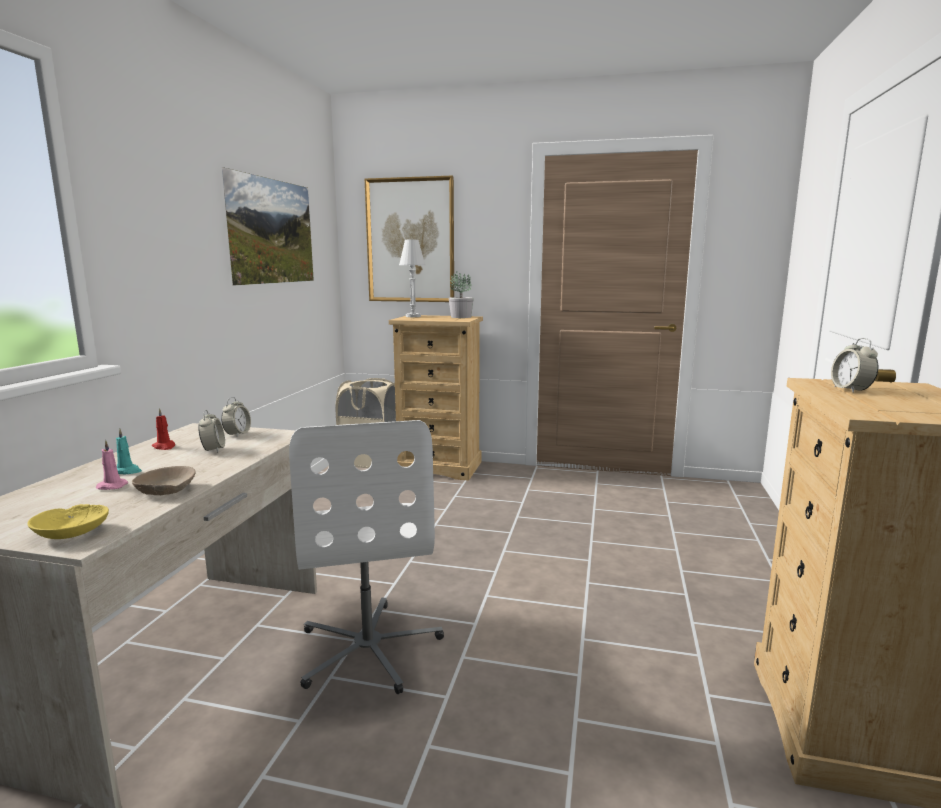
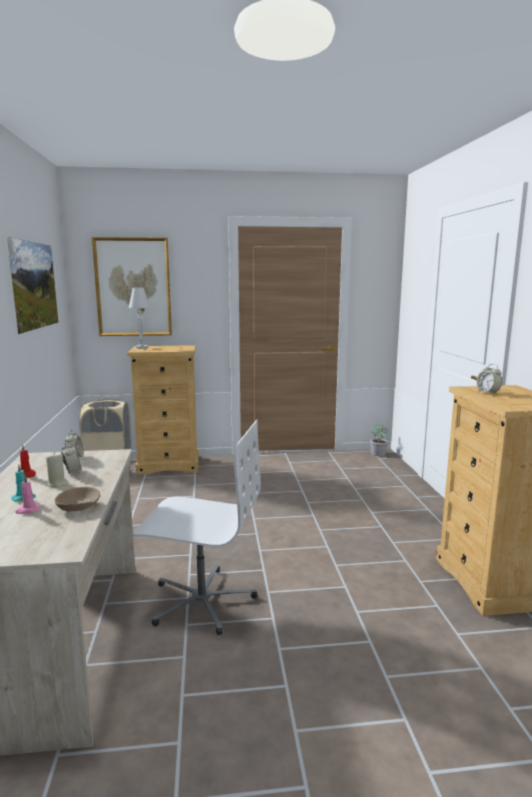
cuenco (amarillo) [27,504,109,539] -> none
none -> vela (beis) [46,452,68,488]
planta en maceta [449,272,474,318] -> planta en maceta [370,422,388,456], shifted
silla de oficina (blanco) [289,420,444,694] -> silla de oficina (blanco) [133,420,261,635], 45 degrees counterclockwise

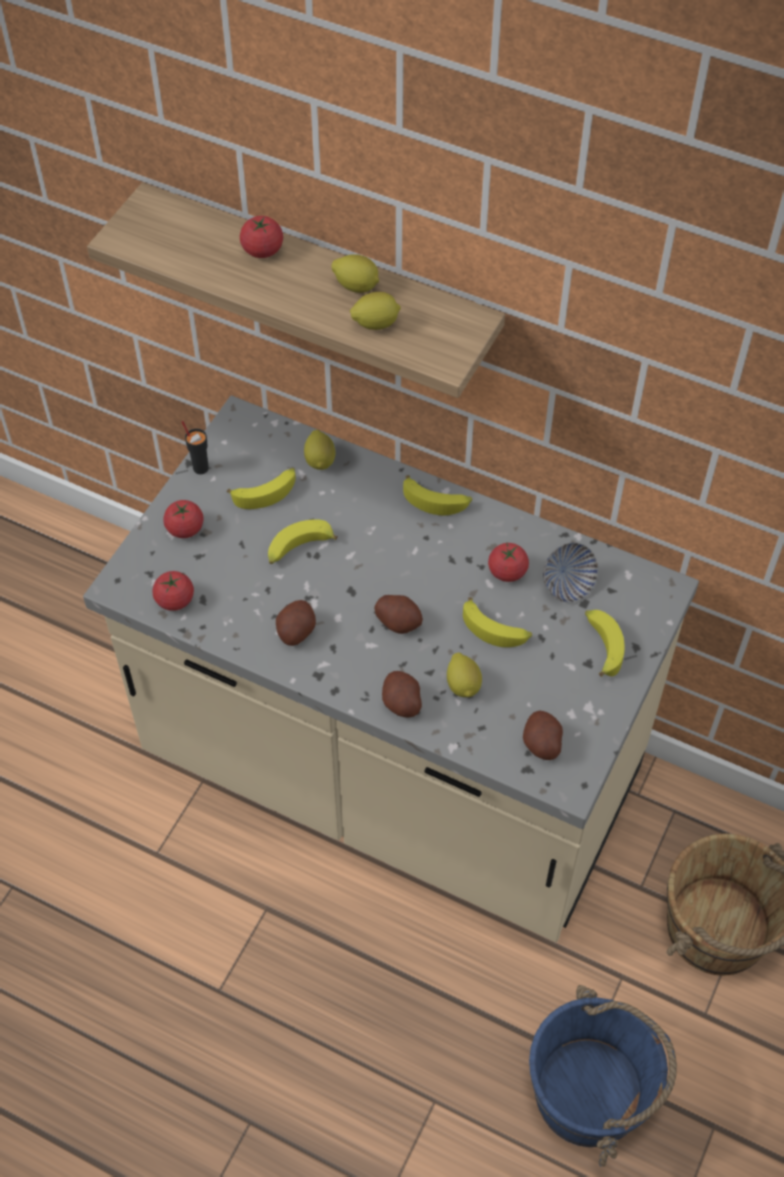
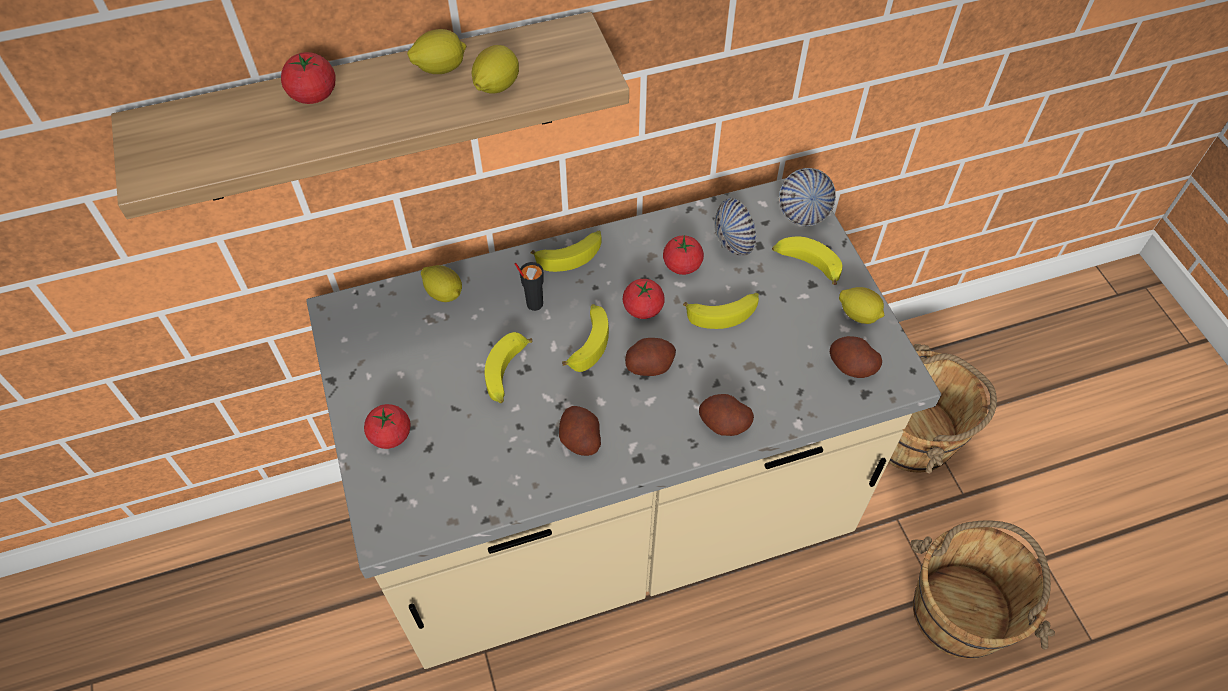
none -> cuenco [779,168,836,226]
tomate [152,571,194,611] -> tomate [623,279,665,319], shifted
taza (negro) [182,421,209,474] -> taza (negro) [515,262,544,311], shifted
plátano [227,468,296,509] -> plátano [562,304,609,372], shifted
limón [447,653,482,697] -> limón [839,287,884,324], shifted
cubo (azul) [529,985,677,1167] -> cubo (marrón) [911,521,1055,659]

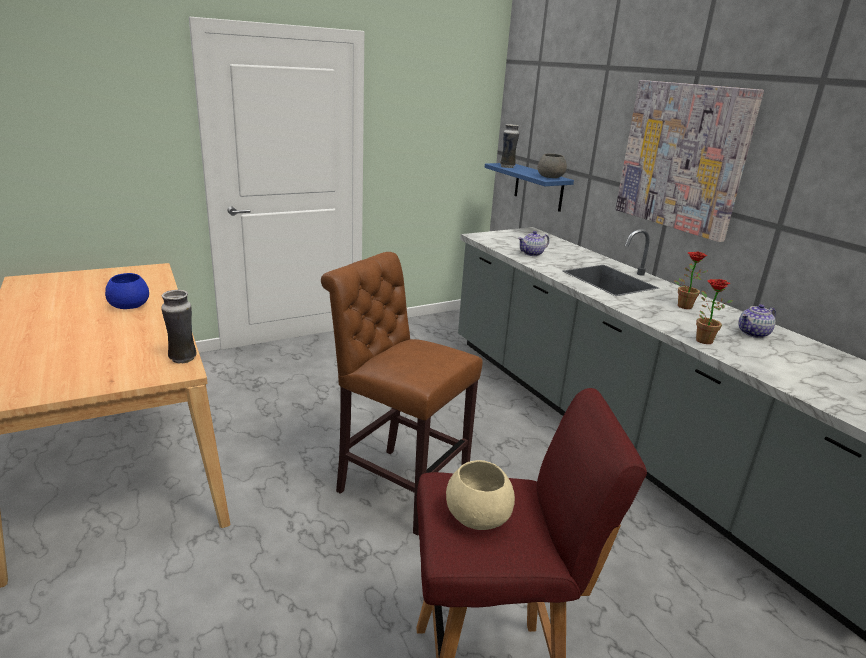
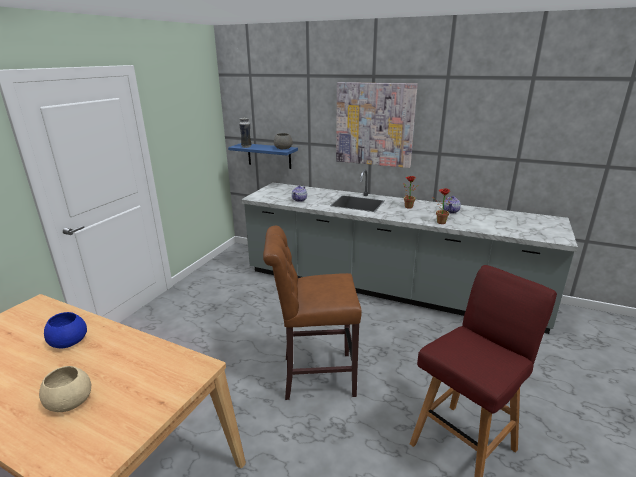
florero [161,290,197,363] -> none
cuenco (beis) [446,460,515,530] -> cuenco (beis) [39,366,91,412], shifted

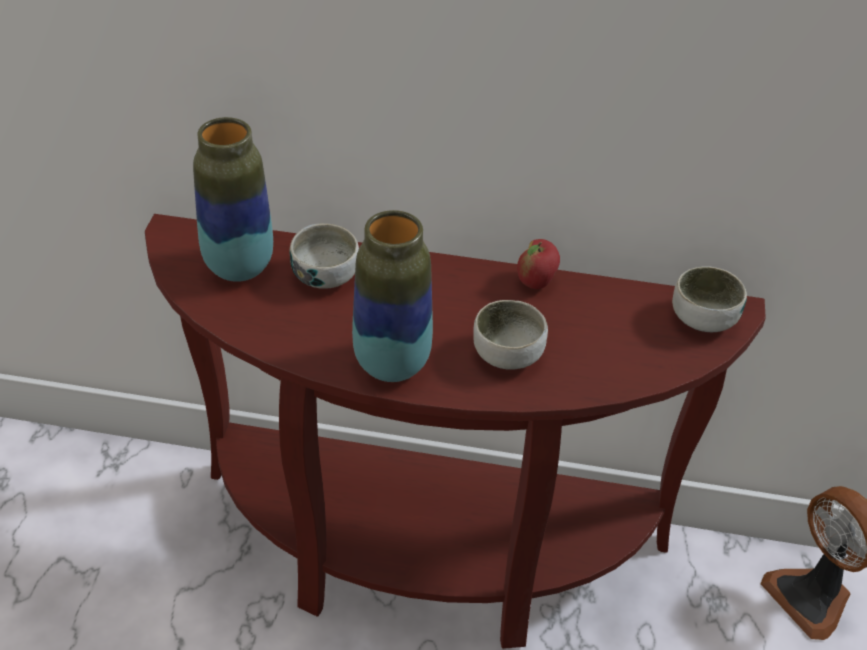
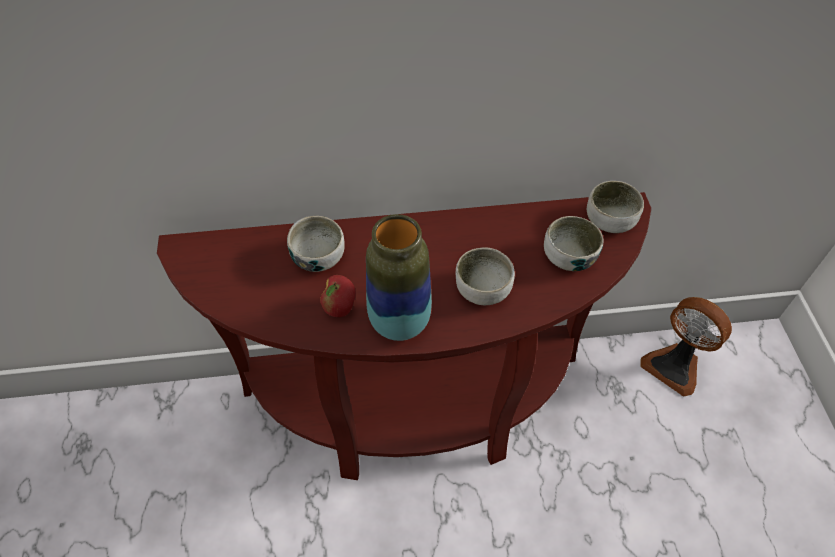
florero [193,117,273,282] -> none
none -> cuenco [544,216,604,271]
manzana [517,239,560,289] -> manzana [320,275,356,317], shifted

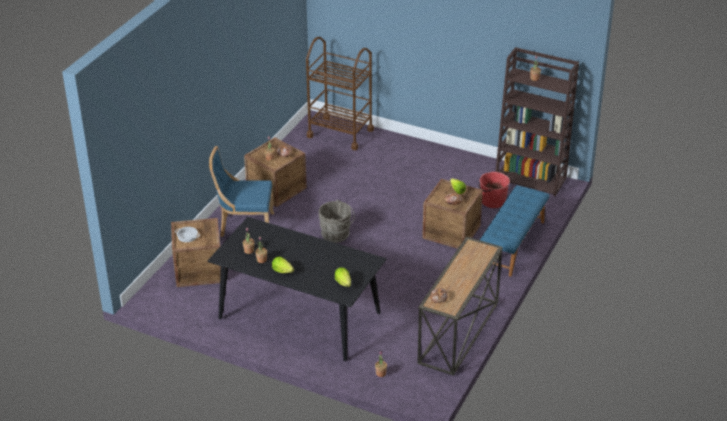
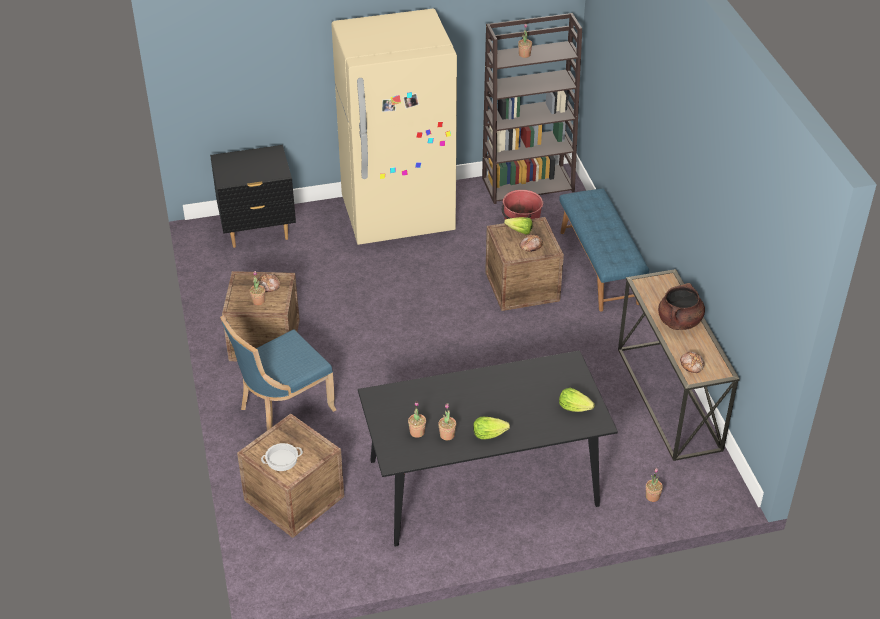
cubo (gris) [318,200,354,243] -> none
none -> nevera (beis) [331,9,457,245]
none -> olla (marrón) [658,283,705,330]
carrito (marrón) [306,37,374,150] -> mesita de noche (negro) [210,145,296,248]

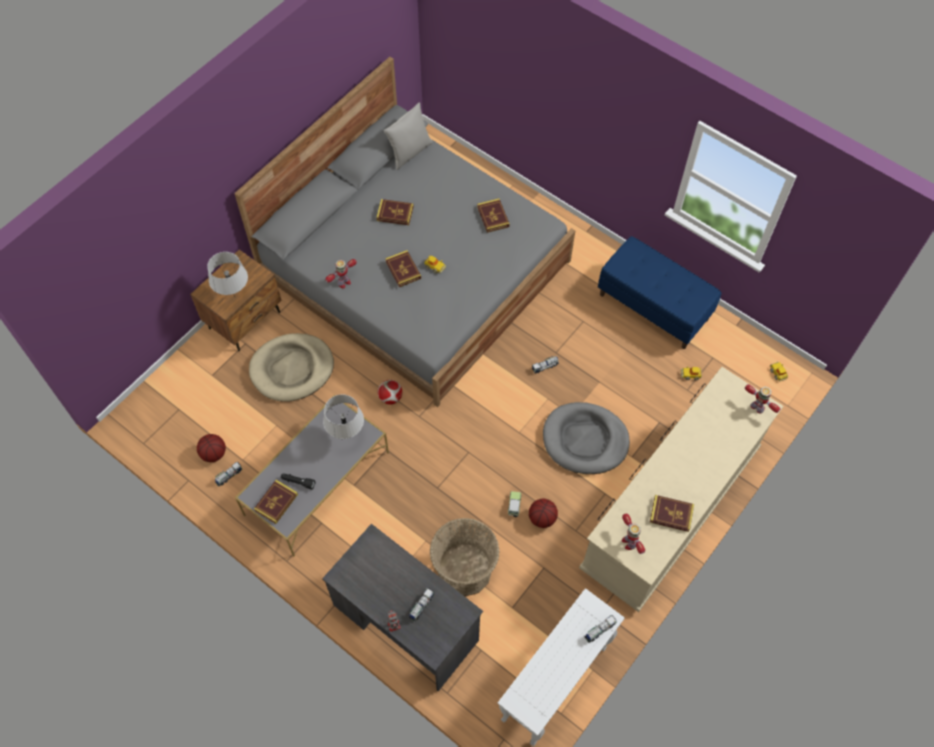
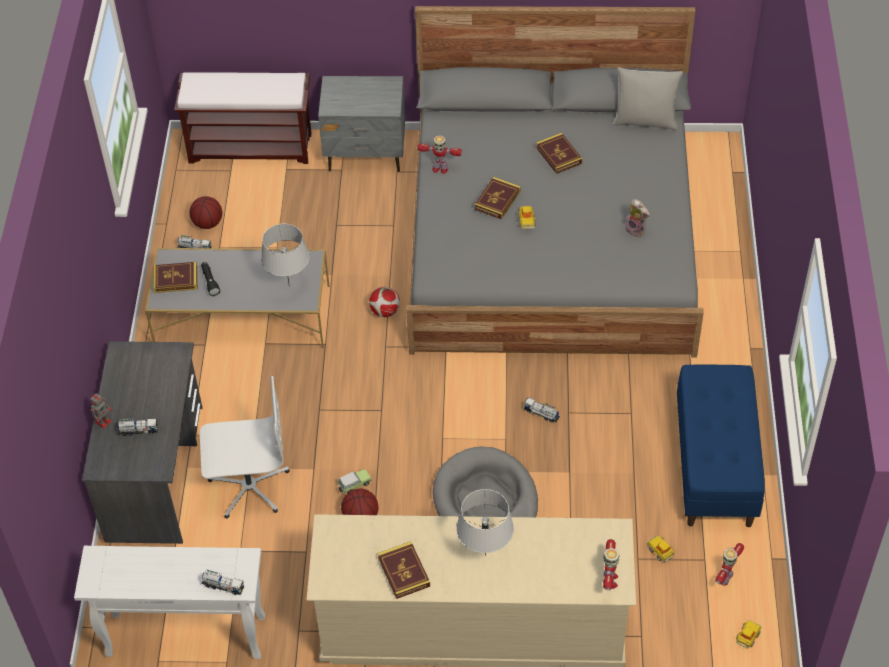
cama para perro (beis) [249,333,334,402] -> none
none -> banco (marrón) [174,72,312,164]
lámpara de mesa (gris) [207,252,248,297] -> lámpara de mesa (gris) [456,489,514,556], shifted
robot de juguete [622,513,645,554] -> robot de juguete [715,543,744,586], shifted
cesta [430,518,499,597] -> silla de oficina (blanco) [200,376,290,519]
libro [477,198,510,233] -> peluche [625,199,650,238]
mesita de noche (marrón) [190,249,282,351] -> mesita de noche (gris) [318,76,405,172]

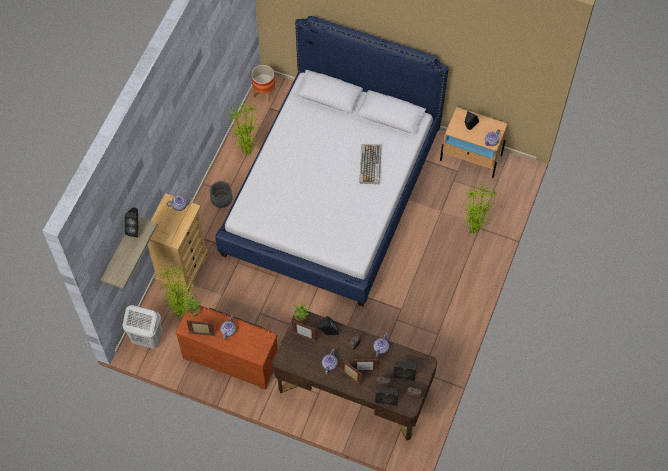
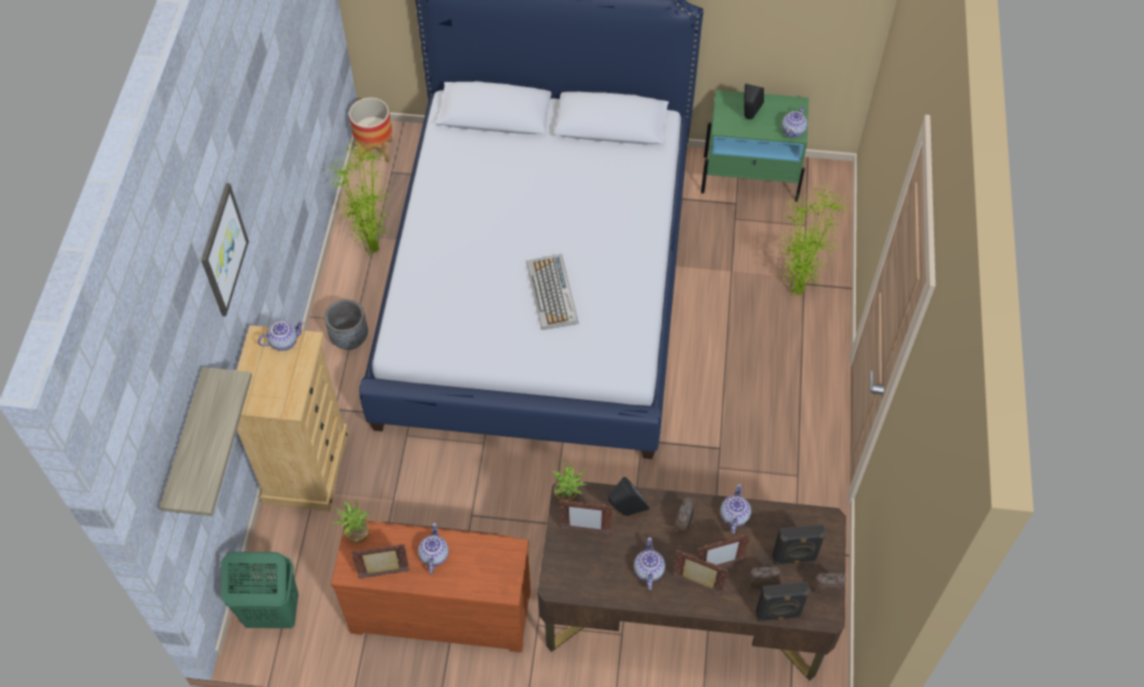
altavoz (negro) [125,208,138,237] -> none
planta en maceta [160,265,197,319] -> none
none -> cuadro [201,183,249,316]
teclado [359,144,382,184] -> teclado [526,254,579,330], shifted
cesto de la ropa (blanco) [123,305,162,349] -> cesto de la ropa (verde) [221,552,298,628]
mesita de noche (beis) [440,107,508,178] -> mesita de noche (verde) [701,90,809,202]

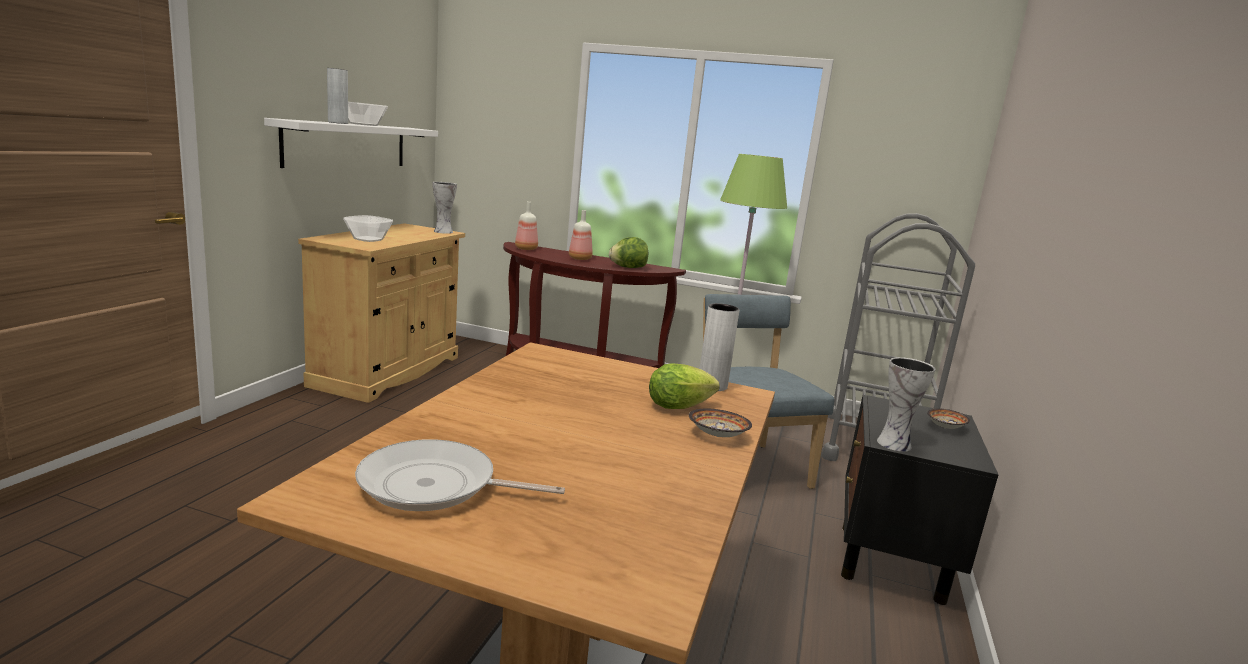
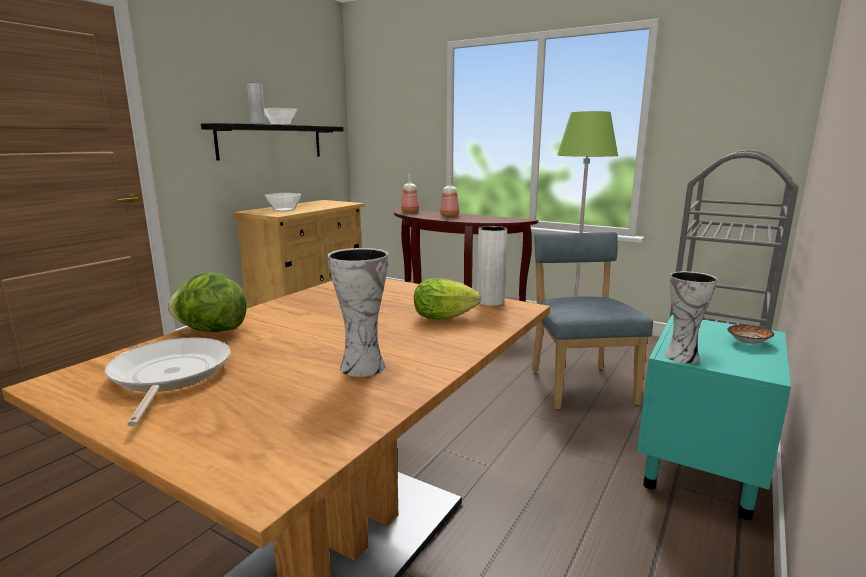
cuenco [689,409,752,437] -> none
florero [432,182,457,234] -> florero [328,248,388,377], shifted
lechuga [609,237,648,268] -> lechuga [168,273,247,332], shifted
estante (blanco) [264,118,438,168] -> estante (negro) [201,123,344,160]
mesita de noche (negro) [841,395,998,605] -> mesita de noche (turquesa) [637,315,791,520]
sartén [355,439,565,511] -> sartén [105,337,231,427], 60 degrees clockwise

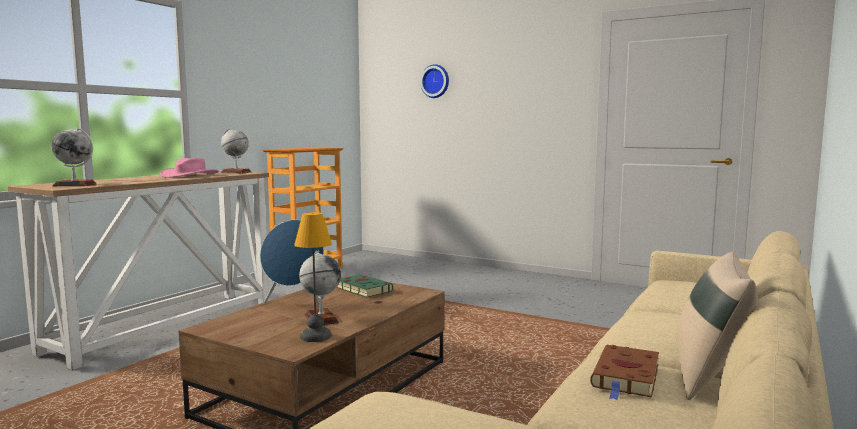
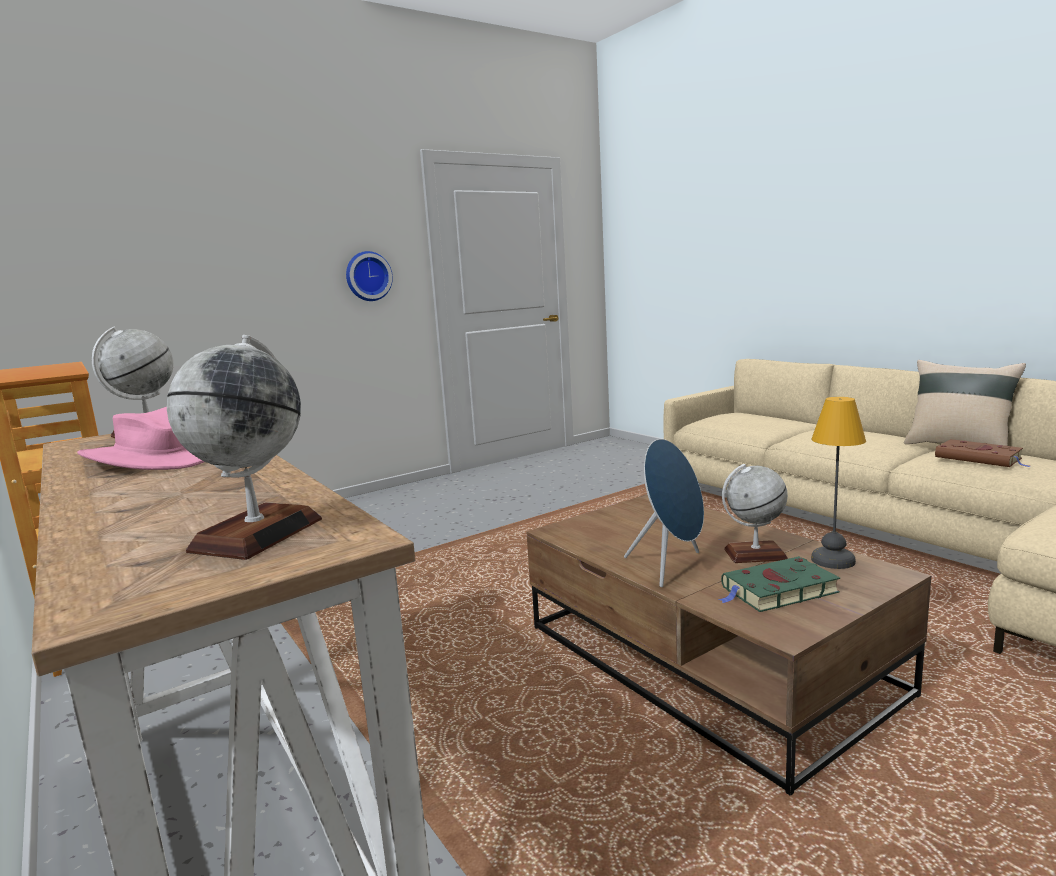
libro (verde) [337,274,393,298] -> libro (verde) [718,556,840,612], shifted
reloj de pared [420,64,449,98] -> reloj de pared [346,251,393,301], shifted

